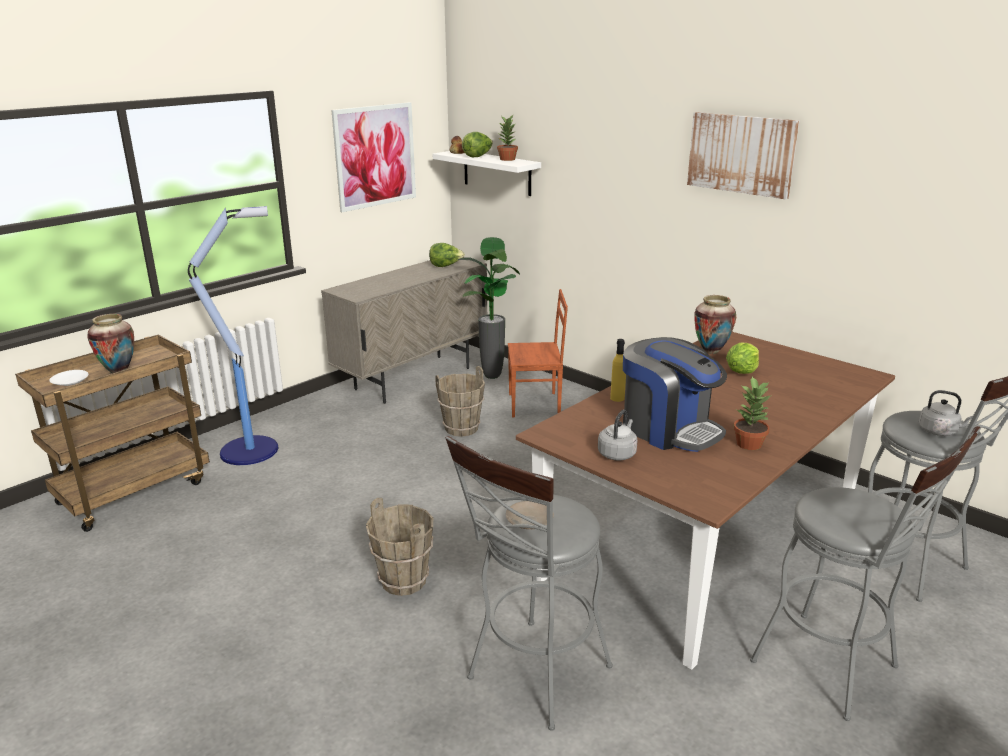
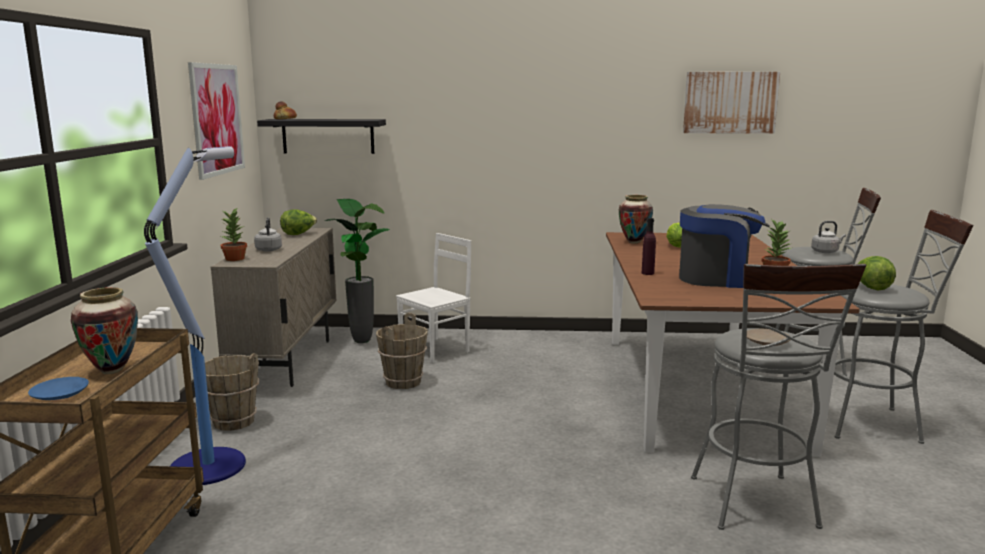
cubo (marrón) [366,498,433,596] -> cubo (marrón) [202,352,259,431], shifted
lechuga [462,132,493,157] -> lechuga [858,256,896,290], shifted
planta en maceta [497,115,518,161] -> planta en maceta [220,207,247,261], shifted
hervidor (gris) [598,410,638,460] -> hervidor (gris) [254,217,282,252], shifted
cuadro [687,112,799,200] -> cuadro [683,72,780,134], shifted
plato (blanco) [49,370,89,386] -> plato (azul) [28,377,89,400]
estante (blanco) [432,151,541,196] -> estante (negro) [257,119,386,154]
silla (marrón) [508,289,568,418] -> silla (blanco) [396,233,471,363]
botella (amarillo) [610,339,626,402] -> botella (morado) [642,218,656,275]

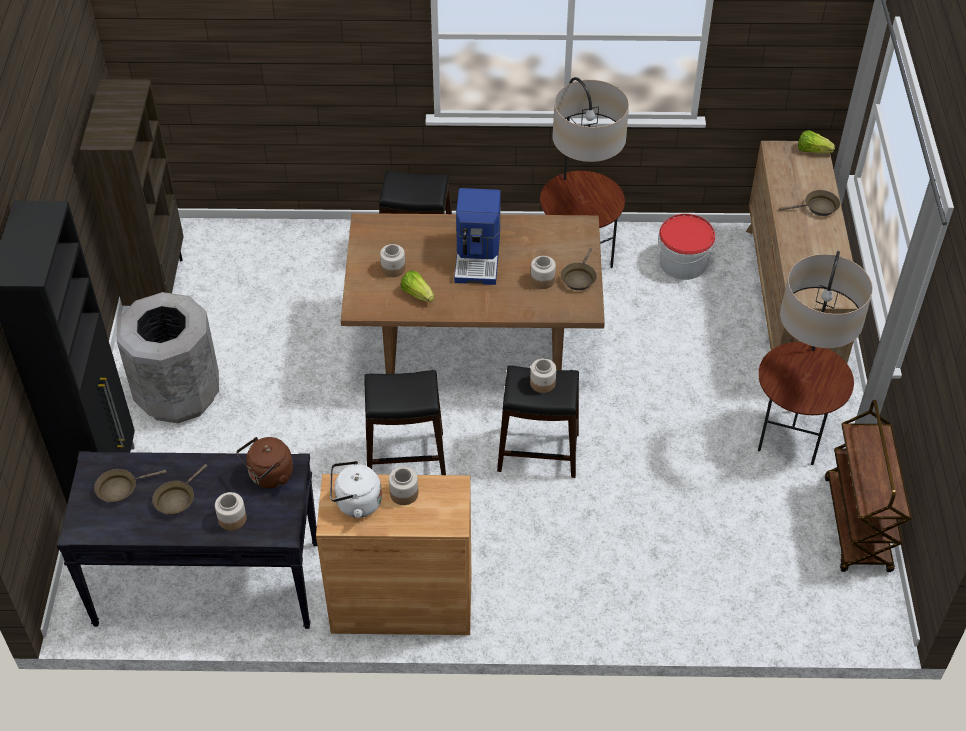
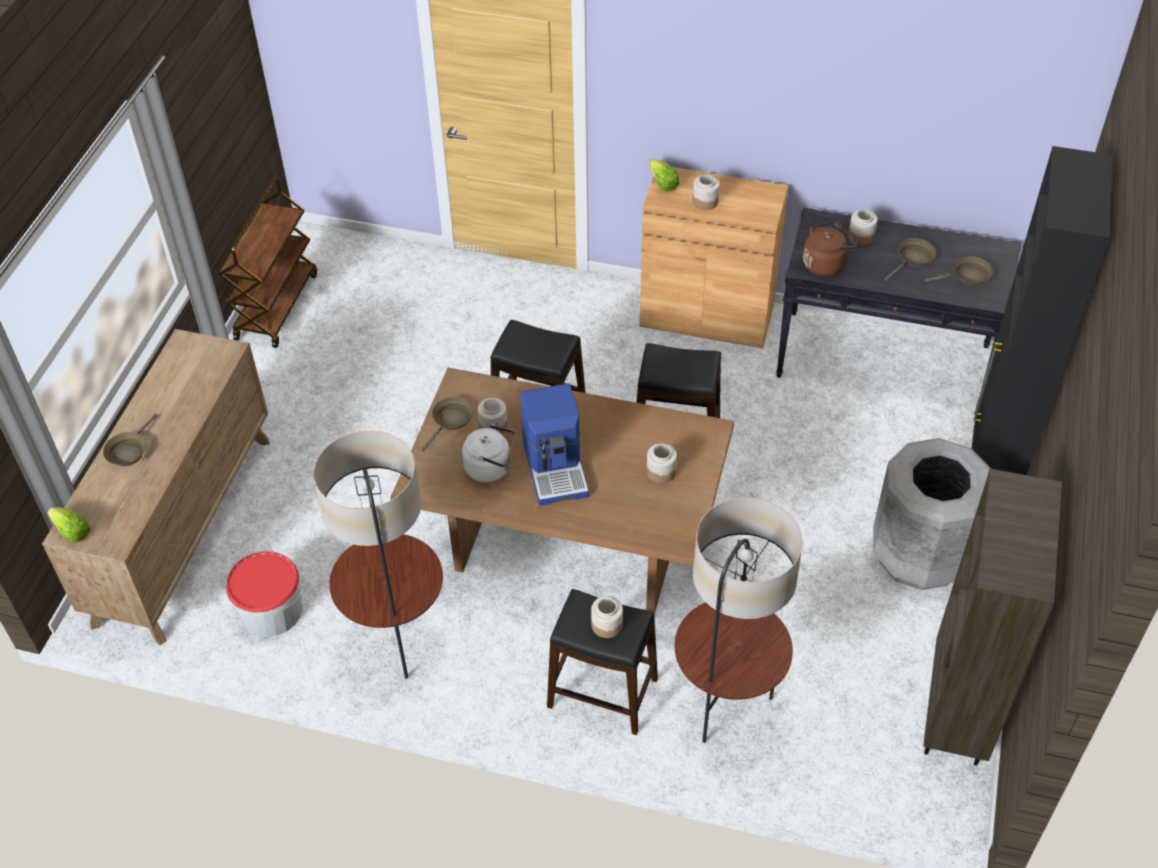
hervidor (blanco) [330,461,382,518] -> hervidor (blanco) [462,423,516,482], shifted
lechuga [401,271,434,302] -> lechuga [649,159,680,192], shifted
tarro [530,358,556,393] -> tarro [591,596,623,638], shifted
lámpara de pie [758,251,873,465] -> lámpara de pie [675,497,803,743], shifted
cafetera [454,188,501,285] -> cafetera [520,383,589,506], 150 degrees clockwise
sartén (marrón) [779,190,840,216] -> sartén (marrón) [103,414,157,466], 75 degrees counterclockwise

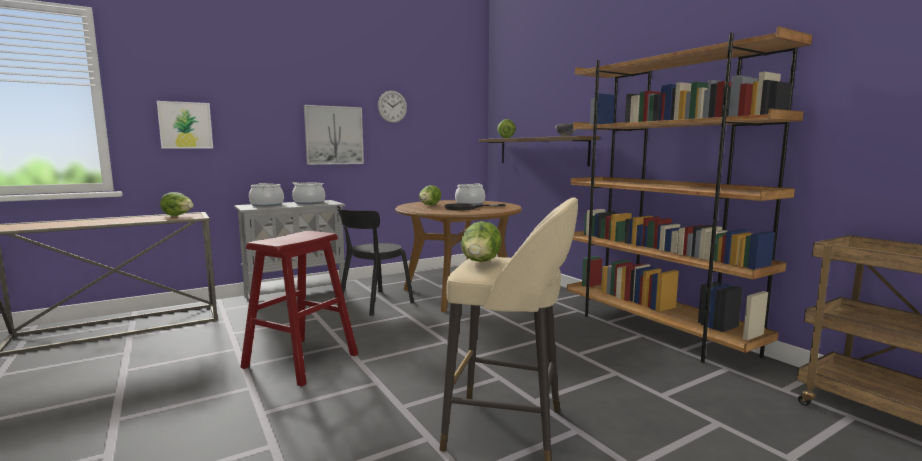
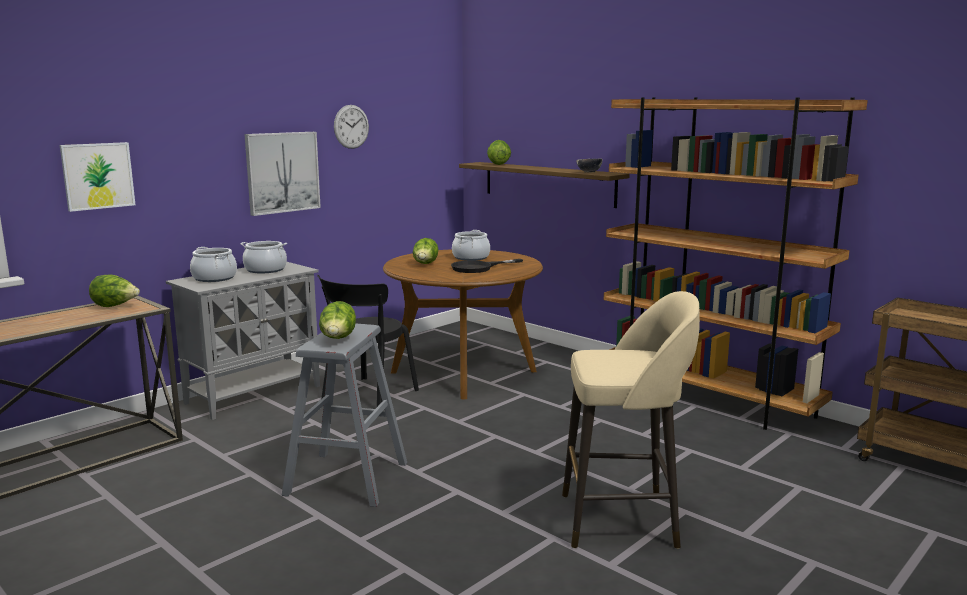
lechuga [461,221,502,262] -> lechuga [319,301,356,339], shifted
taburete (rojo) [240,231,358,387] -> taburete (gris) [282,323,407,507]

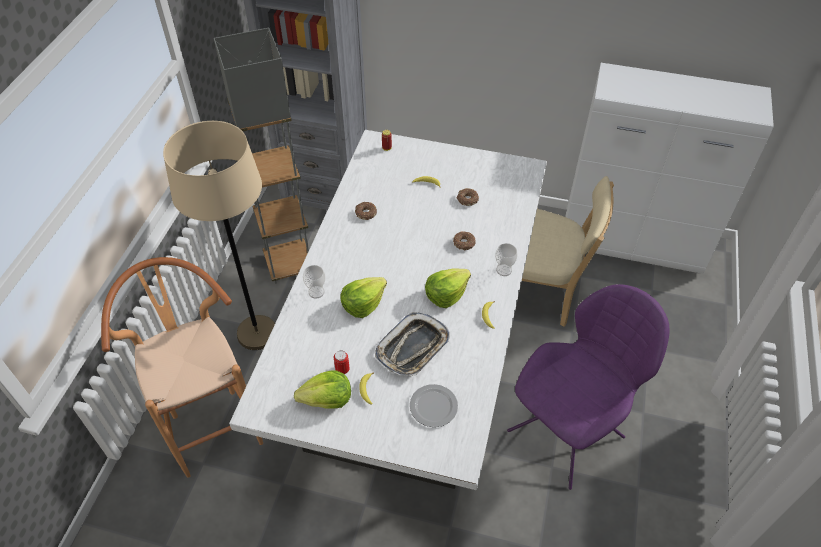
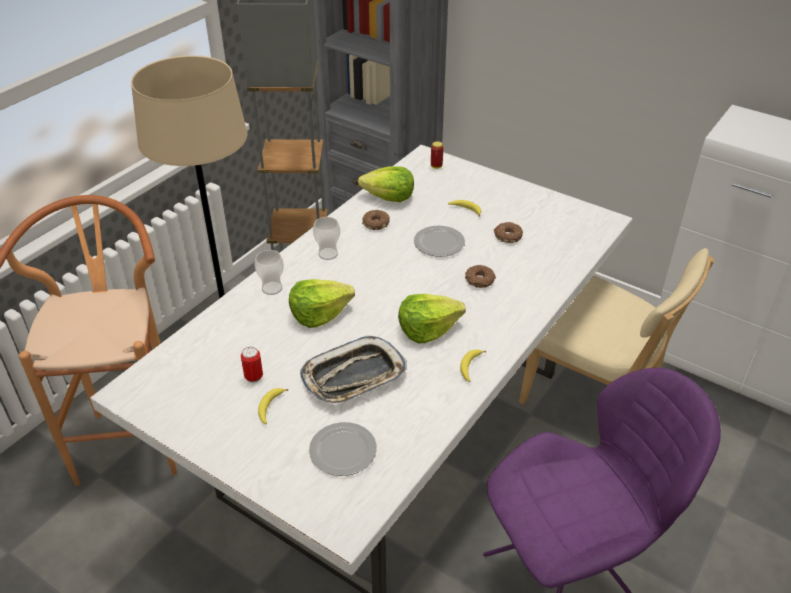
none -> plato [414,225,465,257]
lechuga [294,370,351,409] -> lechuga [358,166,414,202], shifted
taza [495,243,518,276] -> taza [313,217,340,260], shifted

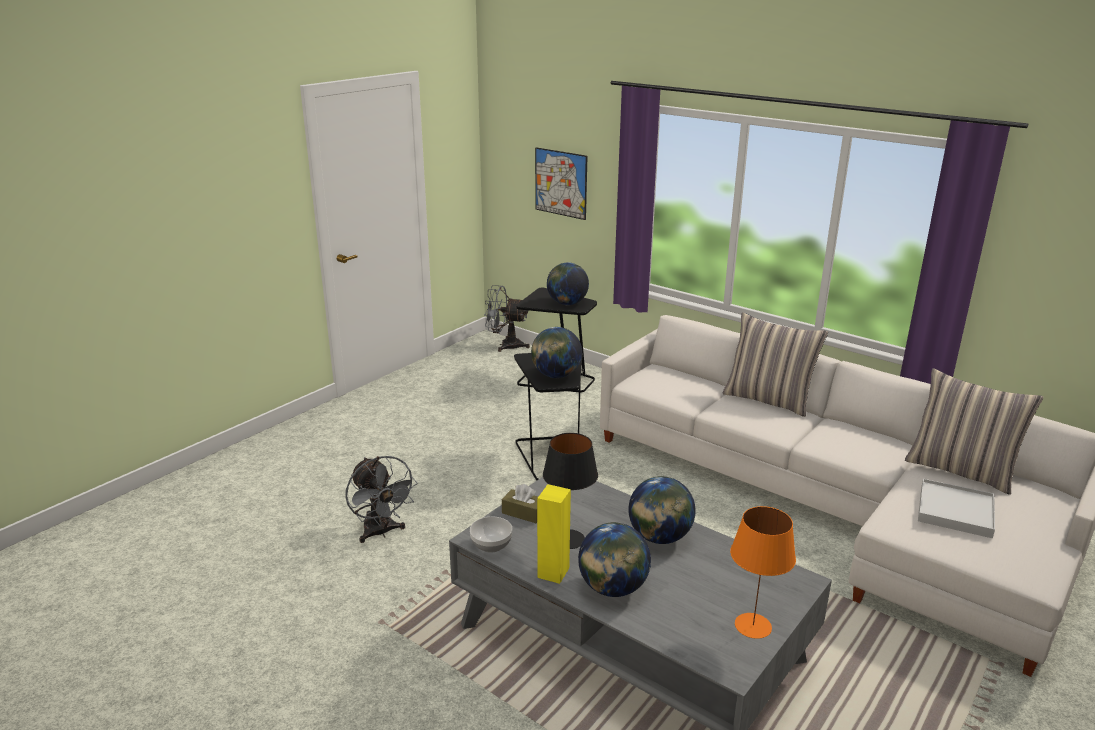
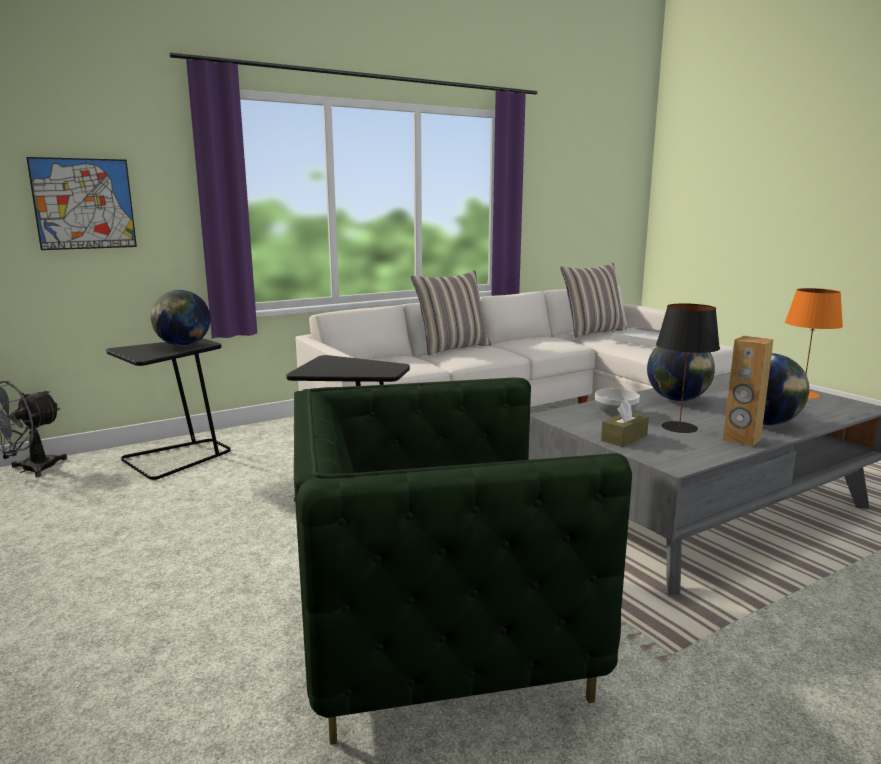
globo terráqueo [531,327,582,378] -> none
cuenco [470,517,513,553] -> cuenco [595,388,640,417], shifted
ventilador (gris) [346,456,417,543] -> sillón (verde) [294,378,632,745]
altavoz (amarillo) [537,484,571,584] -> altavoz (marrón) [723,336,774,447]

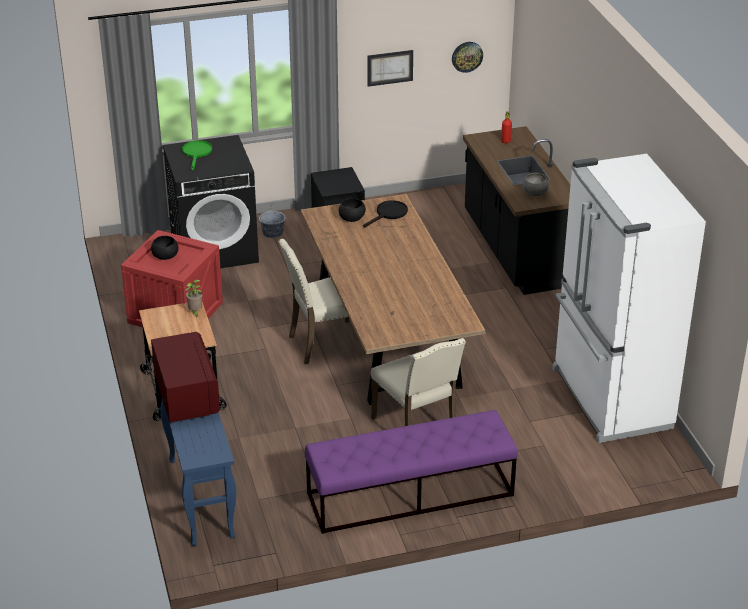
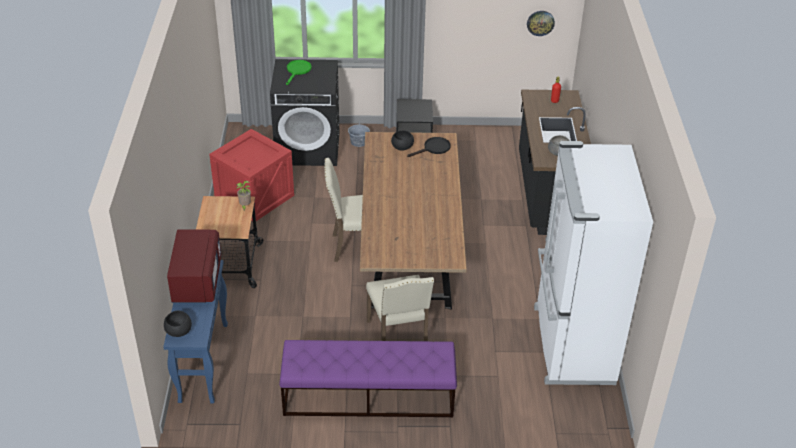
cuadro [367,50,413,87] -> none
cuenco (negro) [151,236,178,260] -> cuenco (negro) [164,311,192,337], shifted

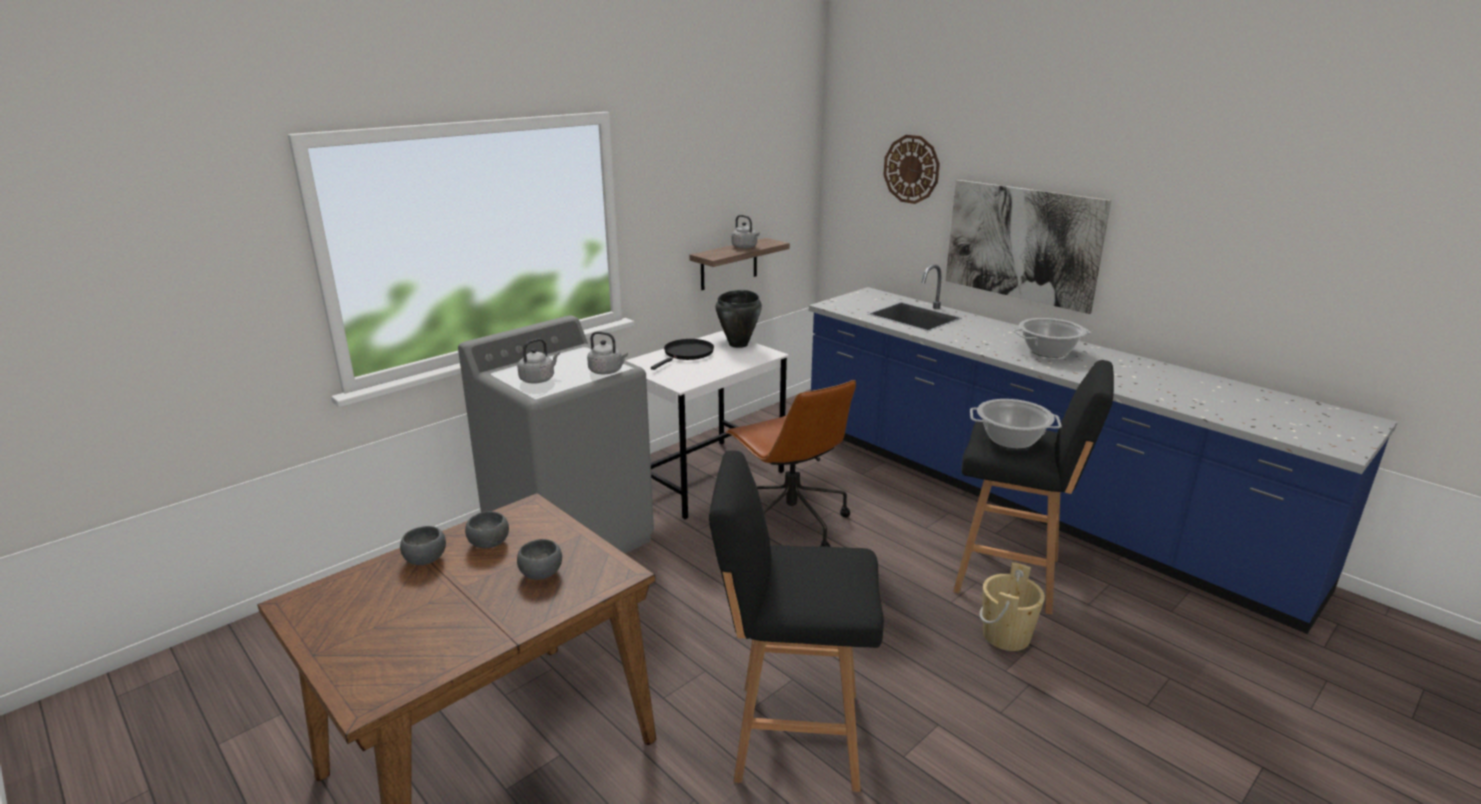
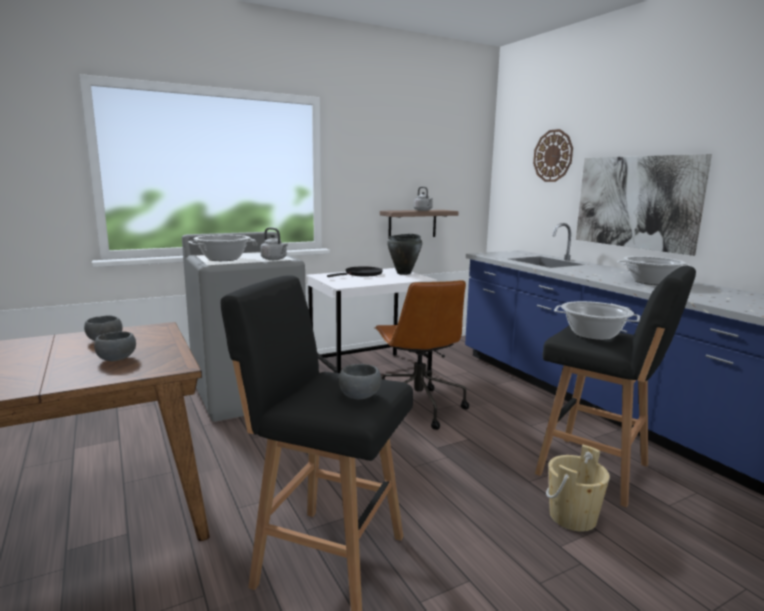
cuenco (gris) [400,526,446,565] -> cuenco (gris) [339,364,381,399], shifted
hervidor (gris) [517,338,560,383] -> olla [188,235,256,261]

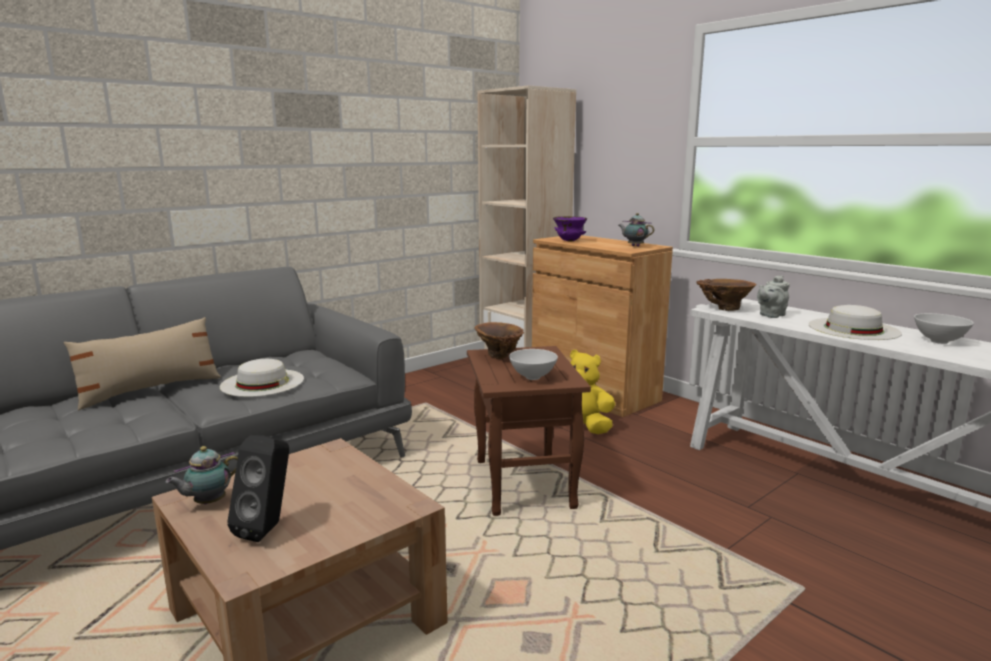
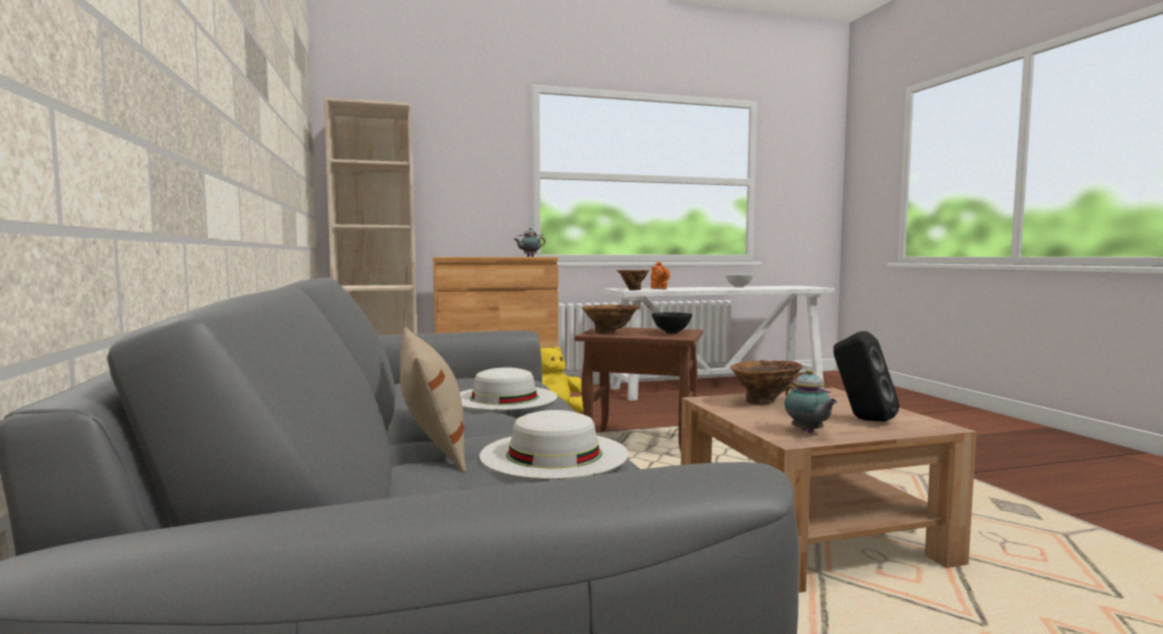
cuenco (morado) [553,216,587,242] -> none
none -> florero (marrón) [730,360,802,405]
sombrero (blanco) [808,305,902,340] -> sombrero (blanco) [479,410,628,479], shifted
cuenco (blanco) [509,349,558,380] -> cuenco (negro) [651,312,692,334]
tetera (gris) [757,275,790,318] -> tetera (naranja) [651,262,670,290]

